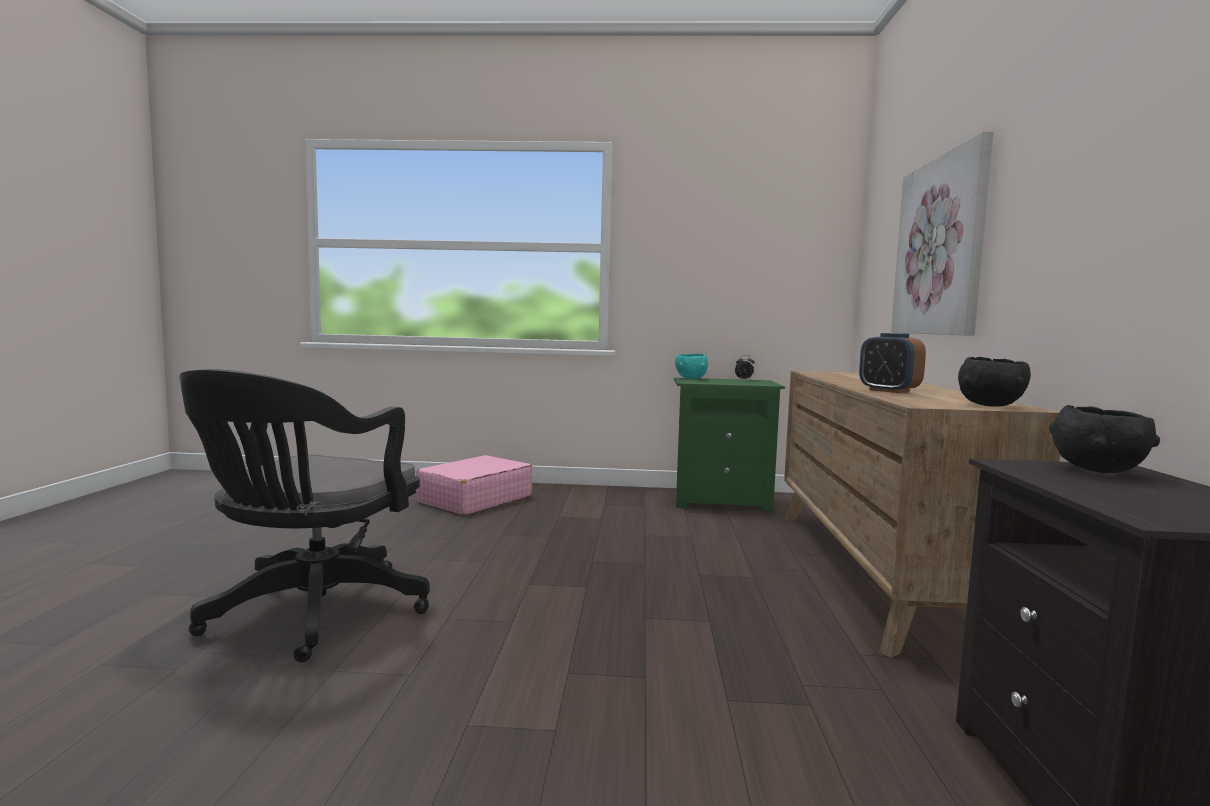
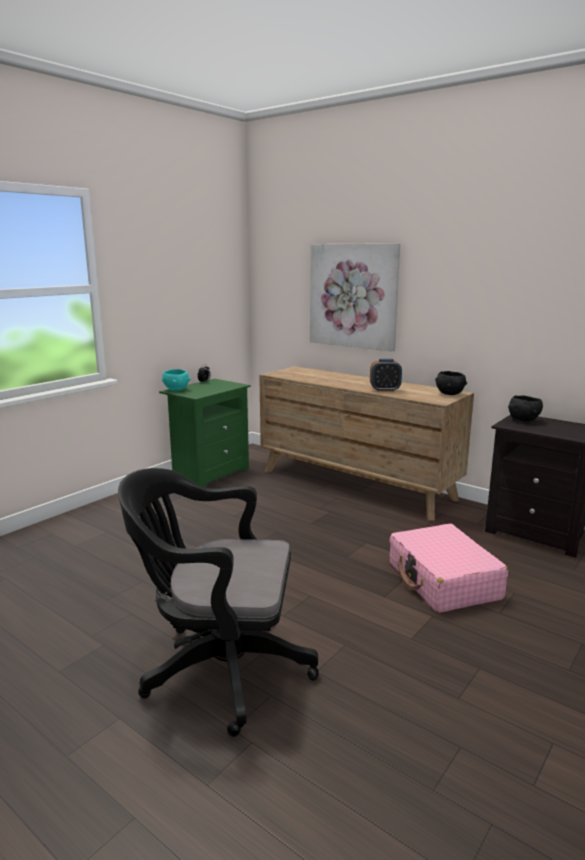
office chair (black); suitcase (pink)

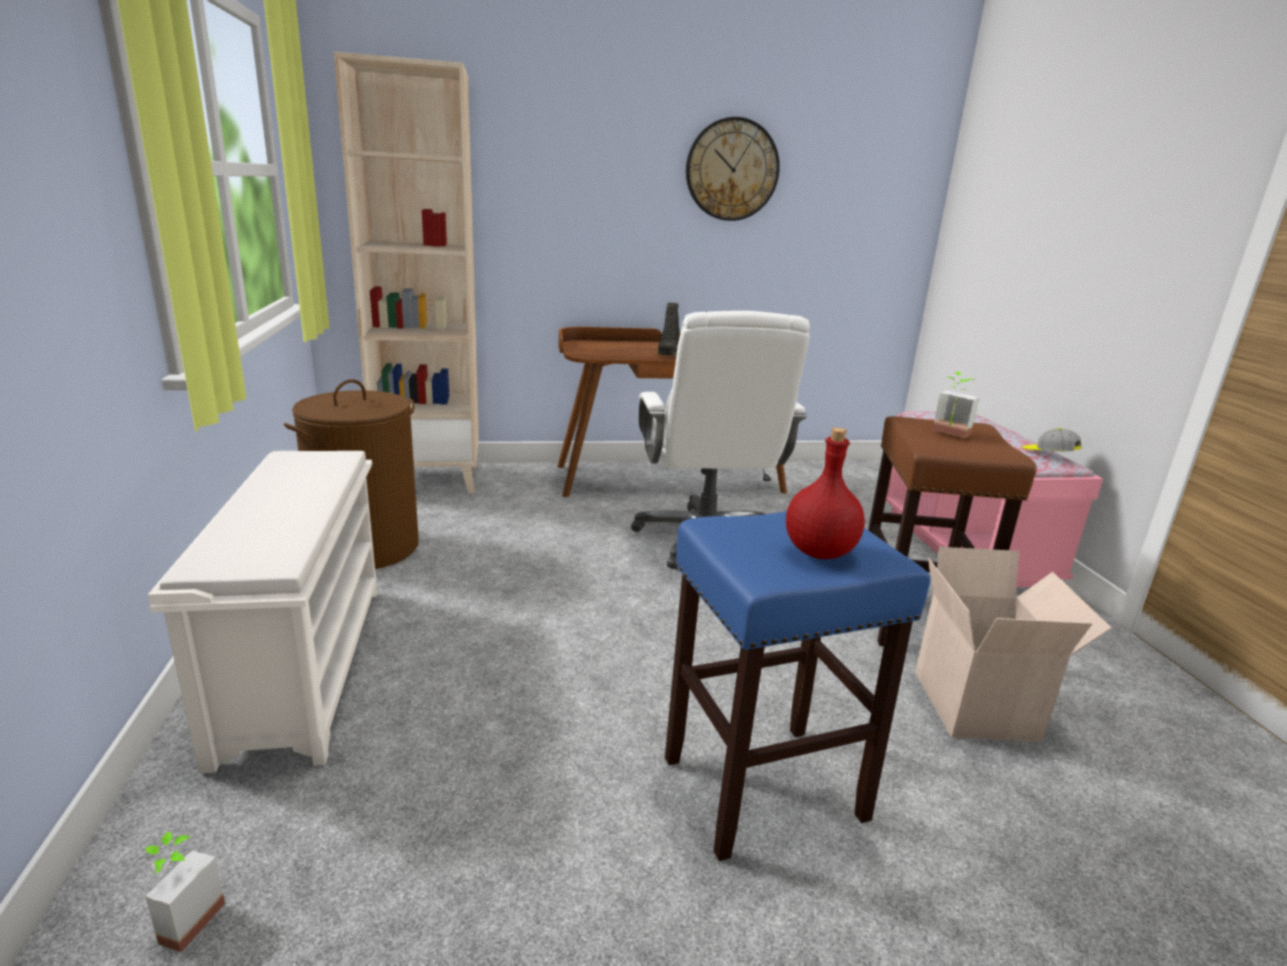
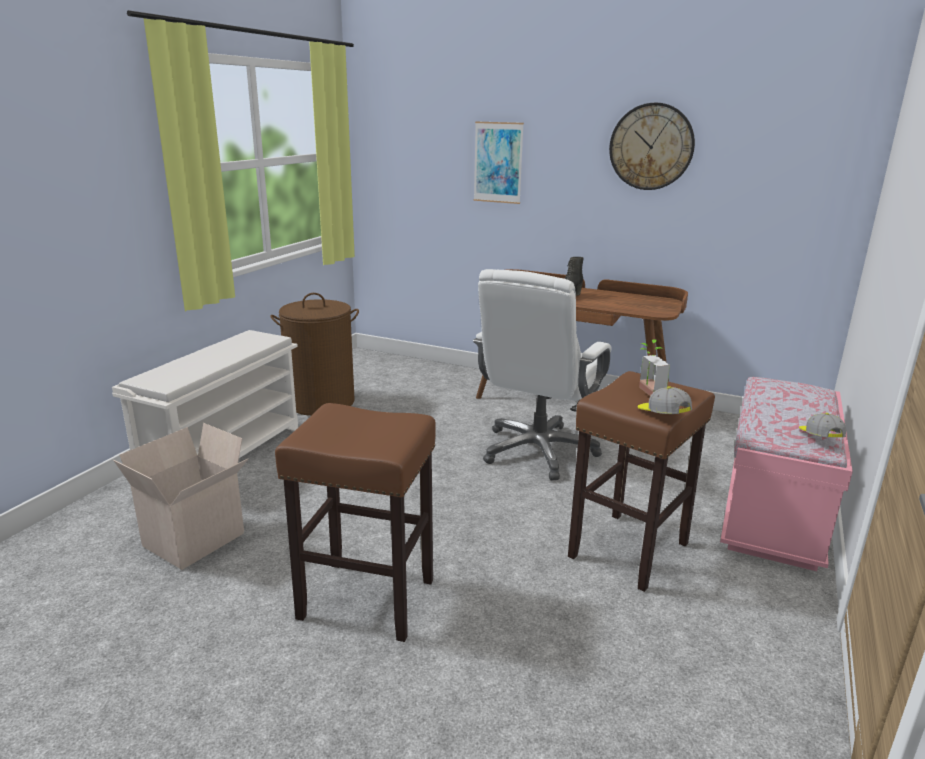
bookcase (beige); bottle (red); stool (brown) (1st from left); cardboard box; potted plant (1st from left in the first image); picture; cap (1st from left)

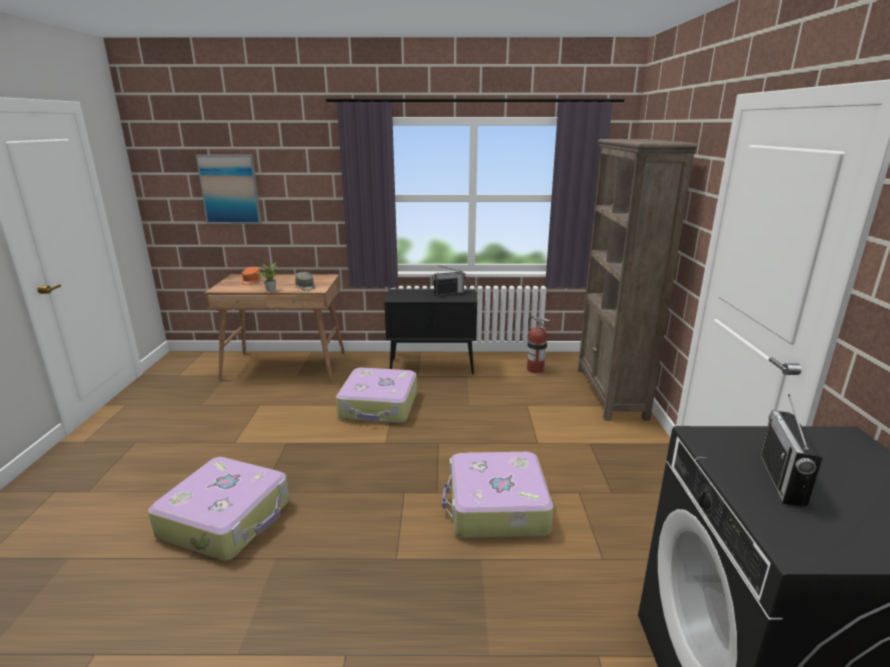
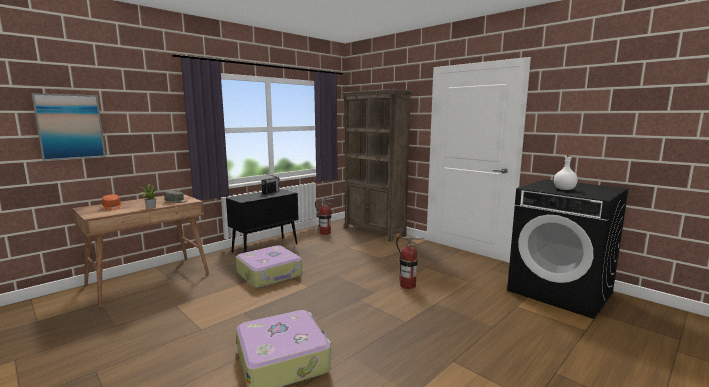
bottle (white); fire extinguisher (2nd from left)

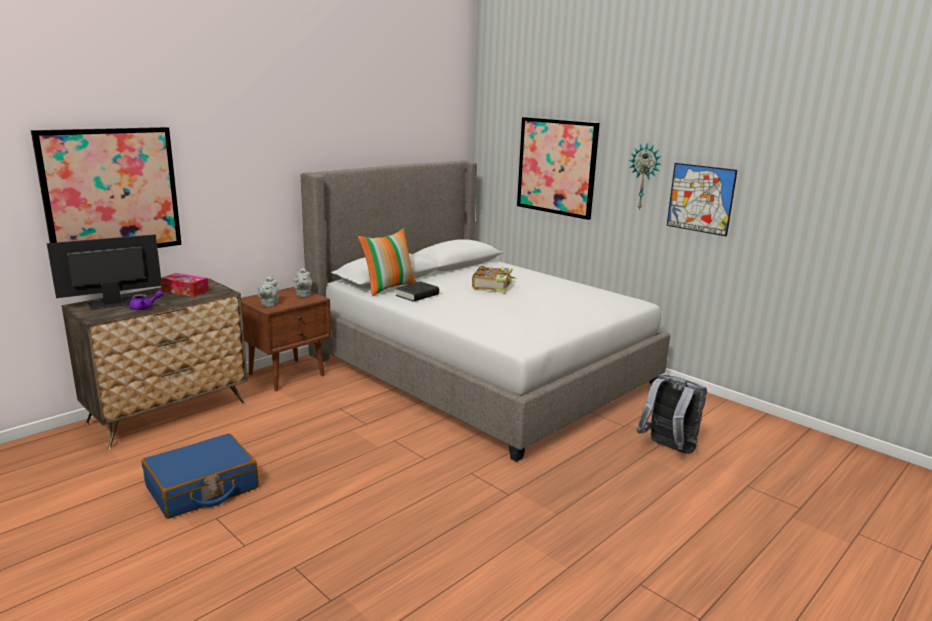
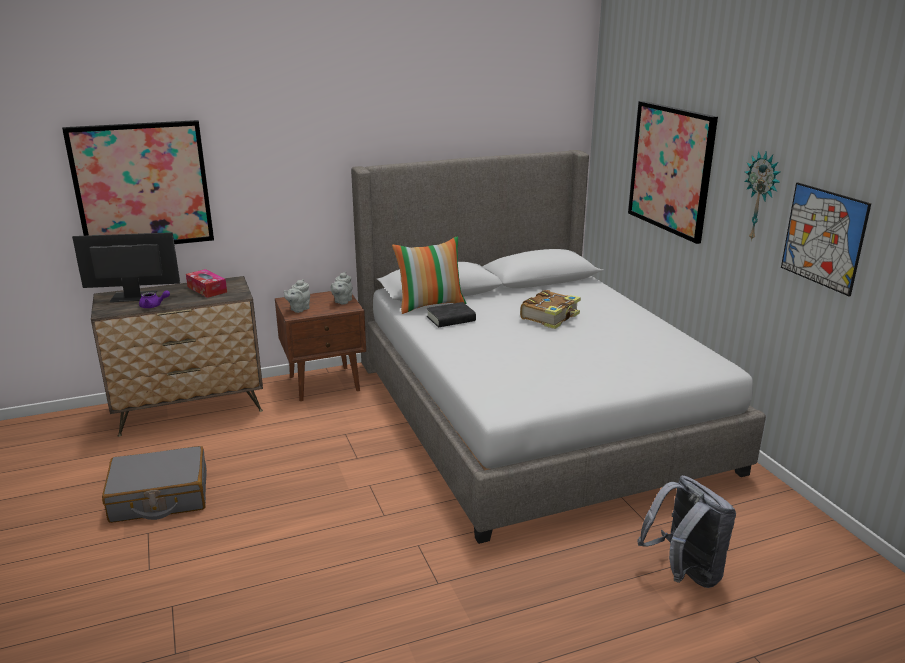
suitcase (grey)

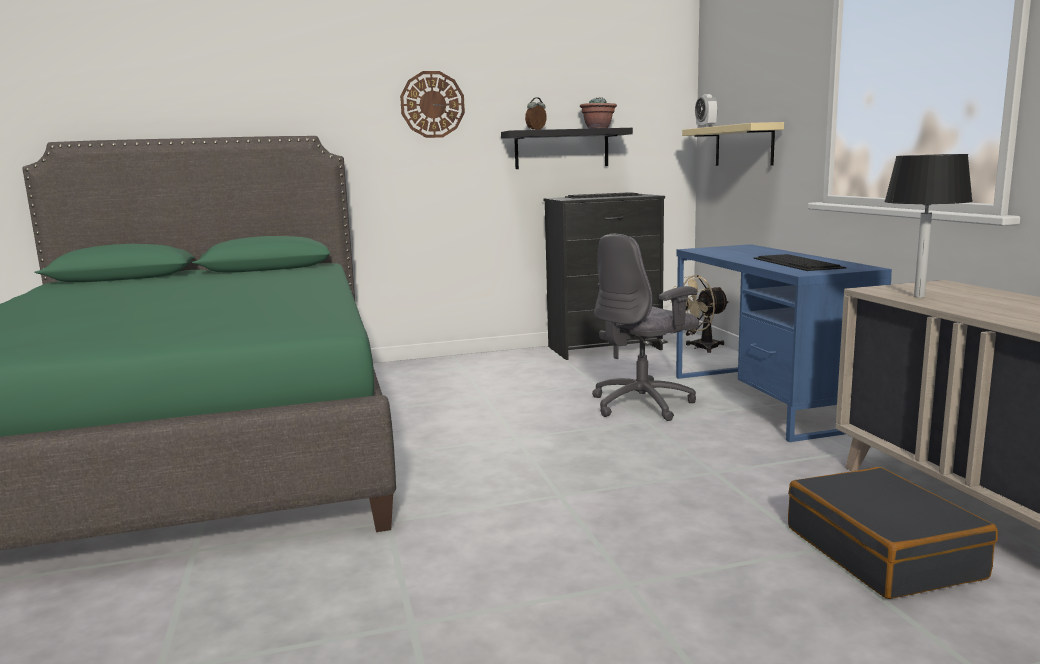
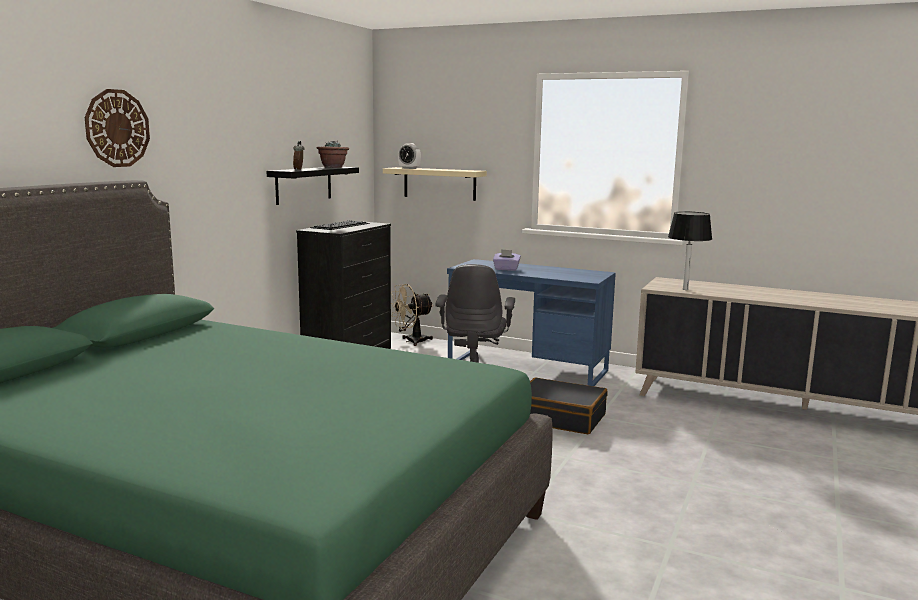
wall clock; keyboard (2nd from left in the first image); fan (beige); suitcase (black); tissue box (purple)

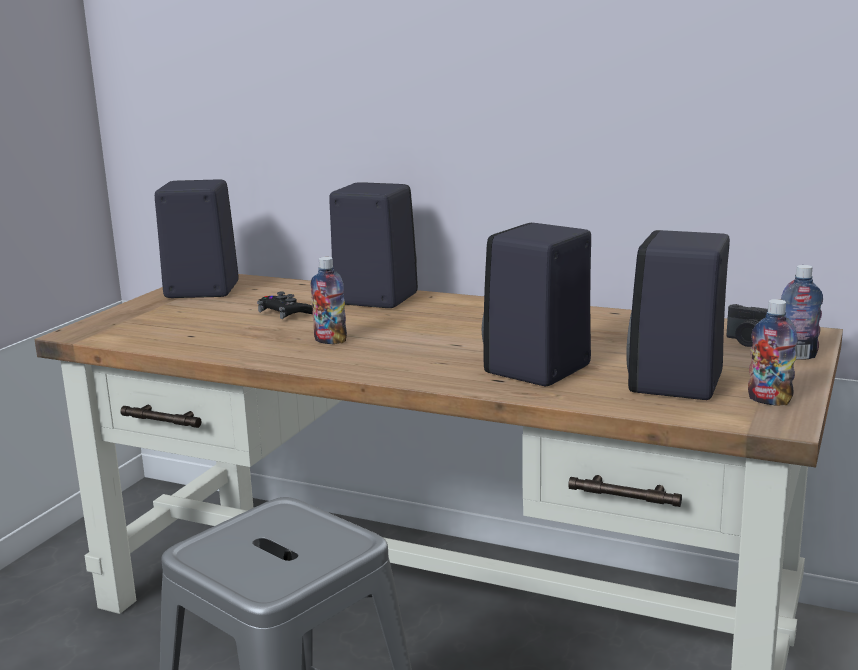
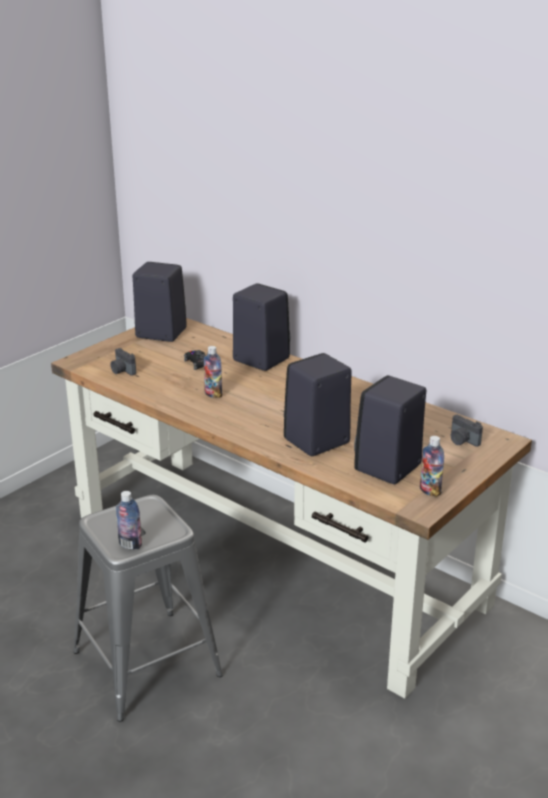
bottle (1st from left); photo camera (1st from left)

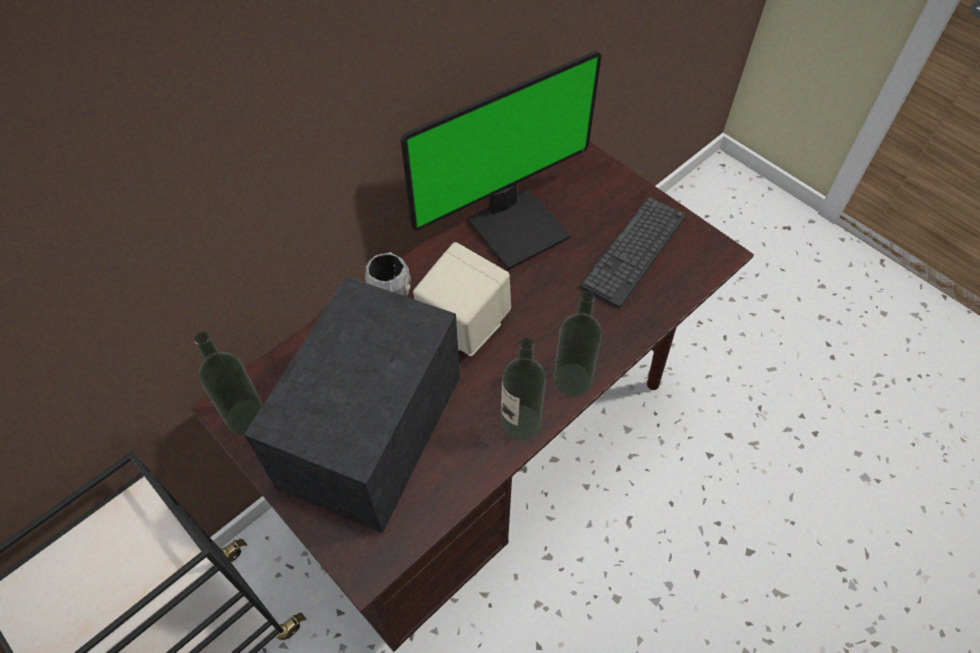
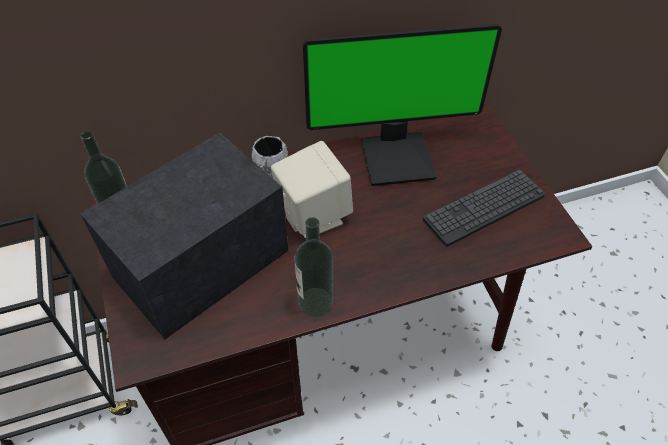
bottle (3rd from left in the first image)

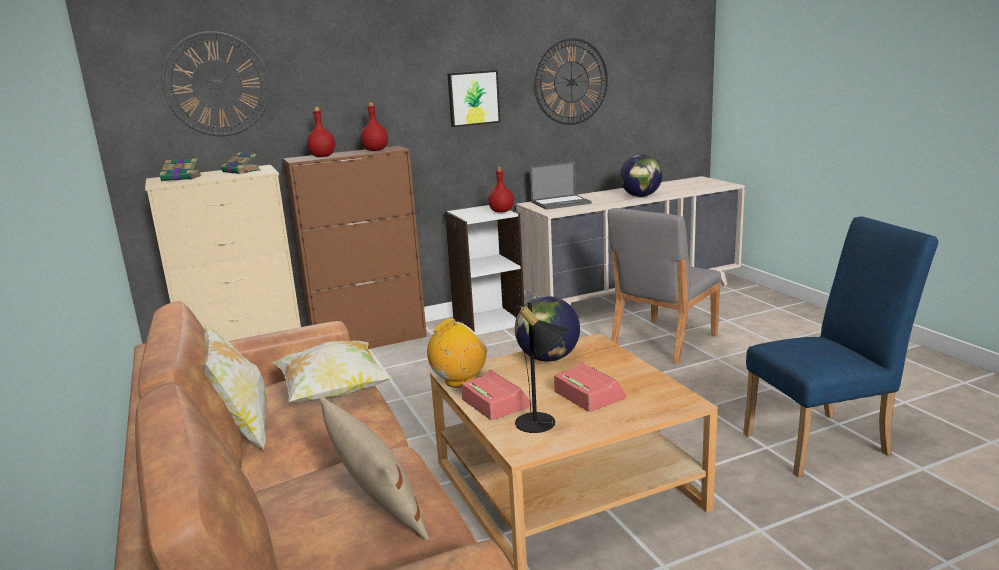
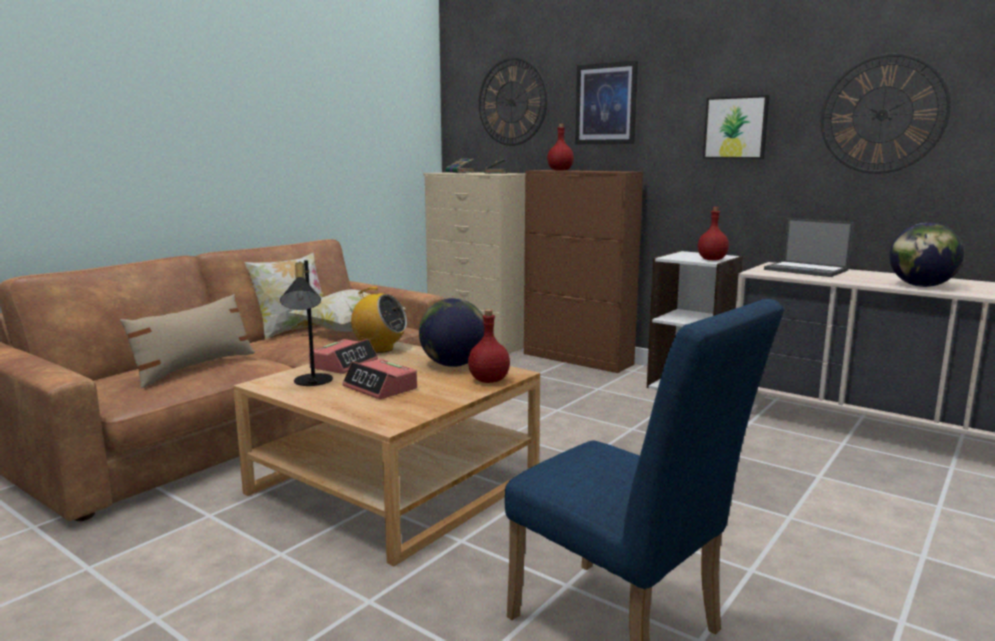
bottle (red) (1st from left); chair (grey); alarm clock (2nd from left); picture (1st from left)

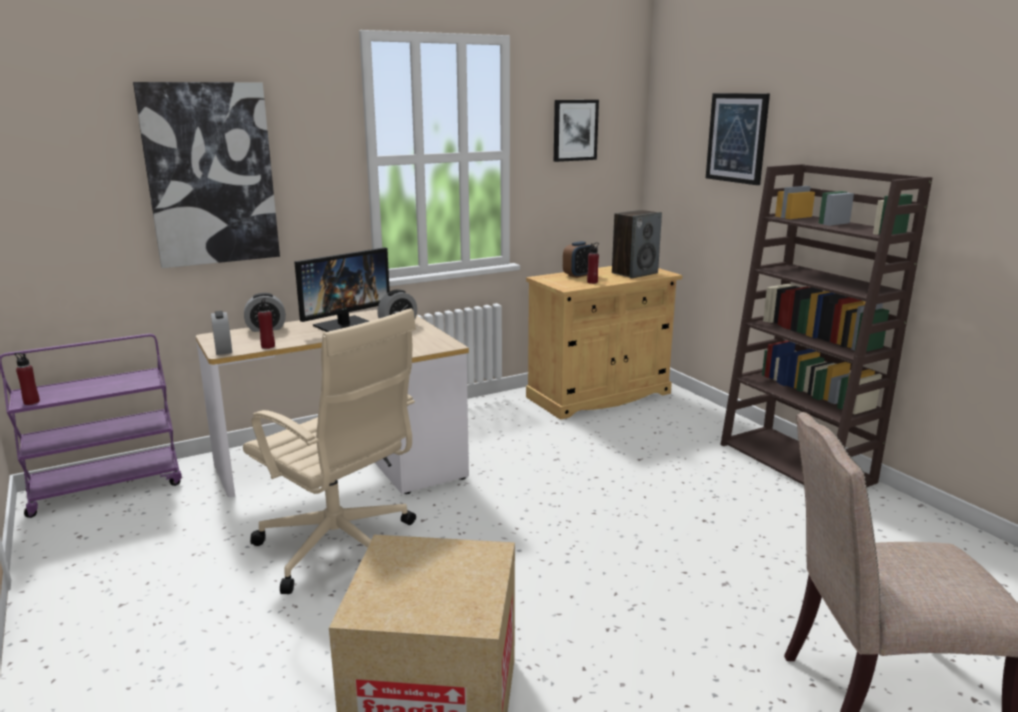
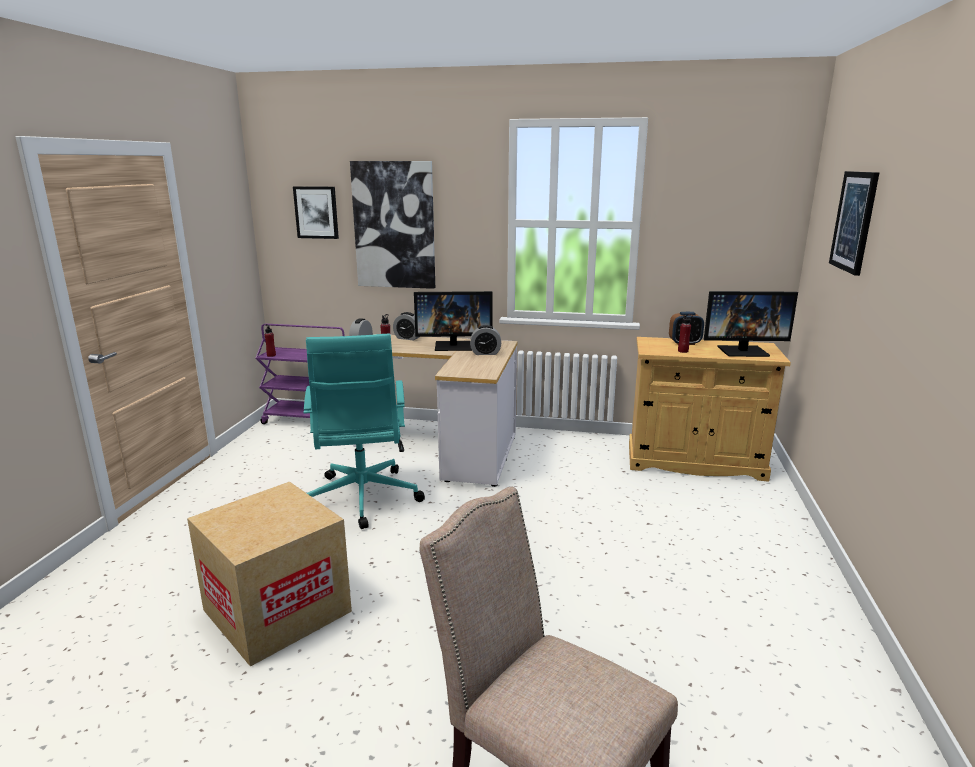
picture (1st from left); bookcase (brown); monitor (2nd from left); office chair (turquoise)

